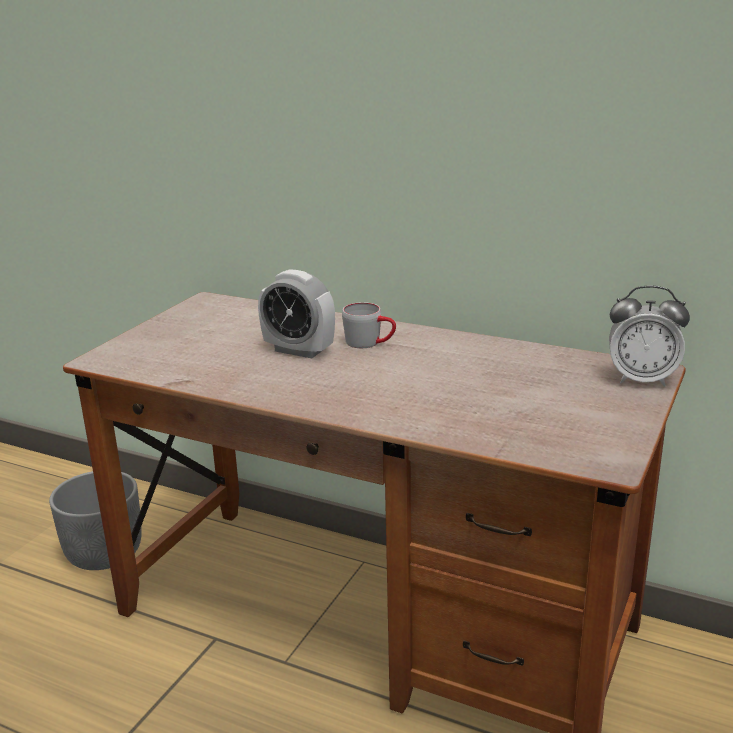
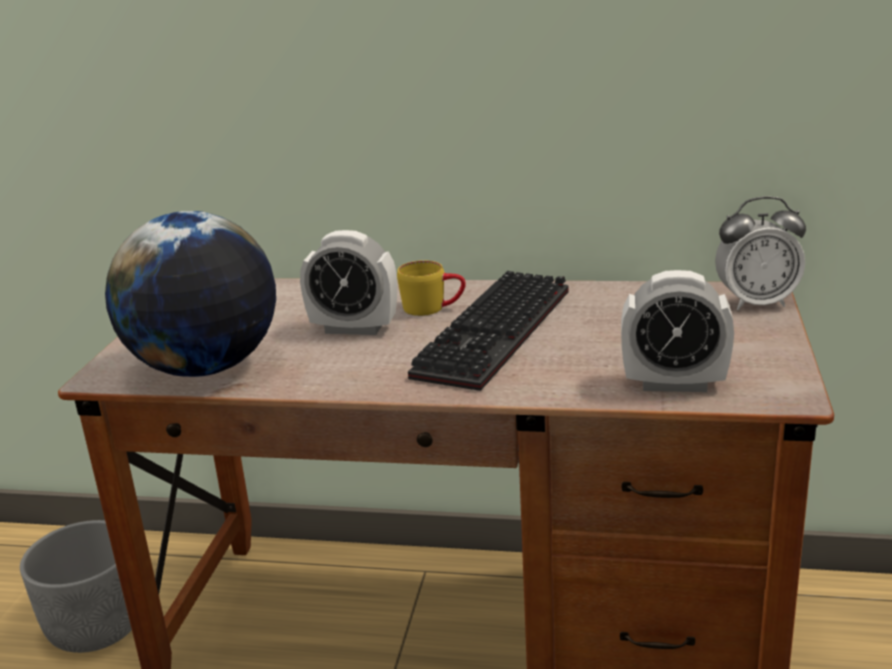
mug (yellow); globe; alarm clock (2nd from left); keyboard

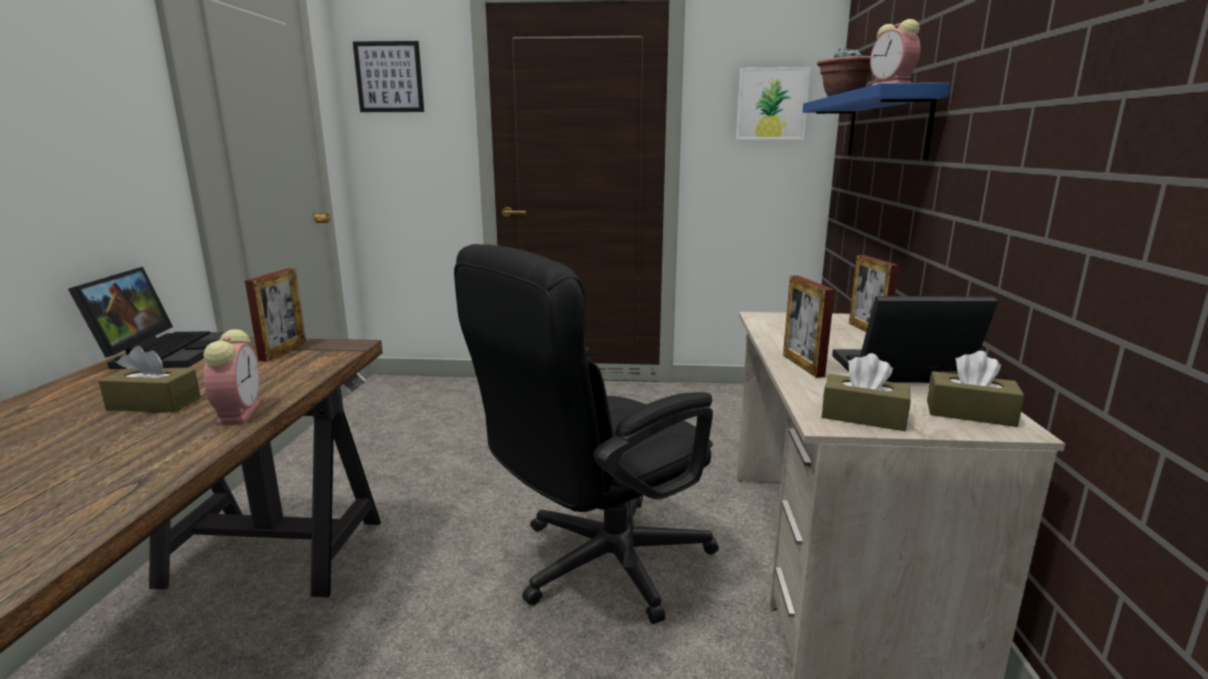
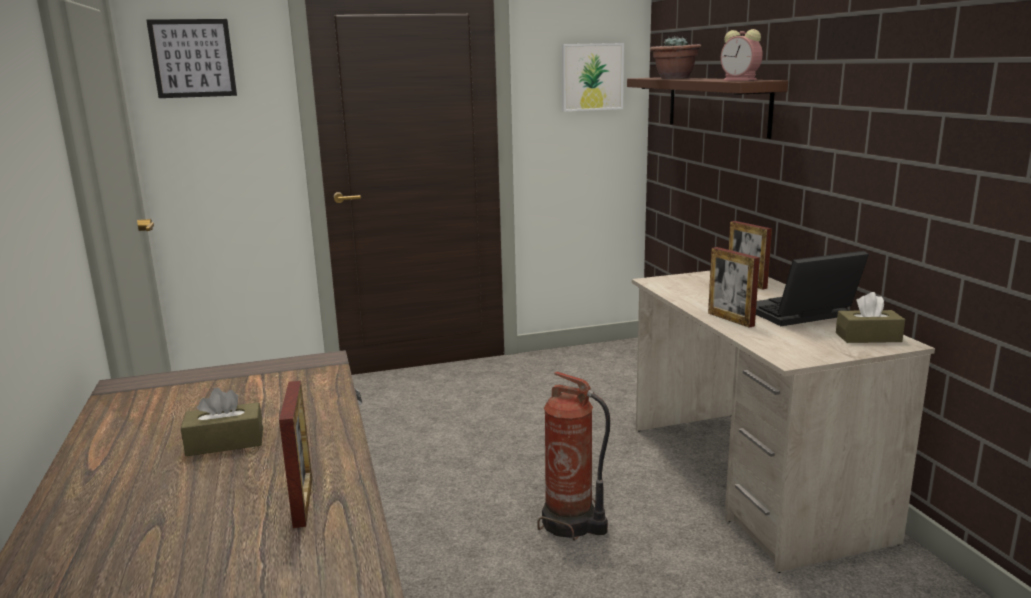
shelf (brown); fire extinguisher; laptop (1st from left in the first image); picture frame (1st from left); alarm clock (1st from left in the first image); tissue box (brown) (2nd from left in the first image)

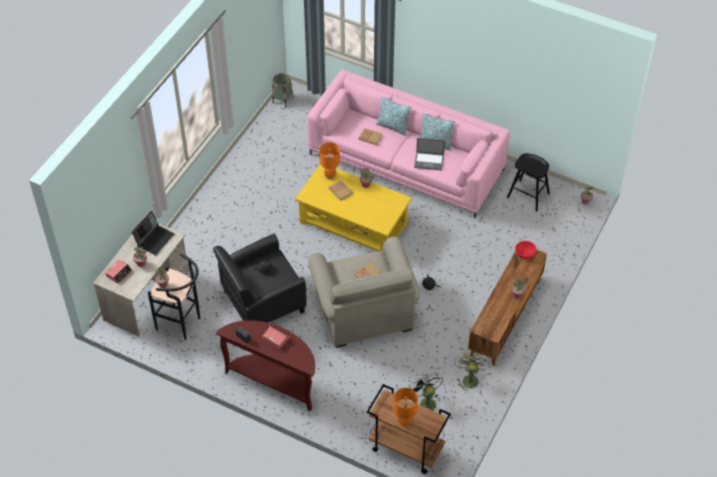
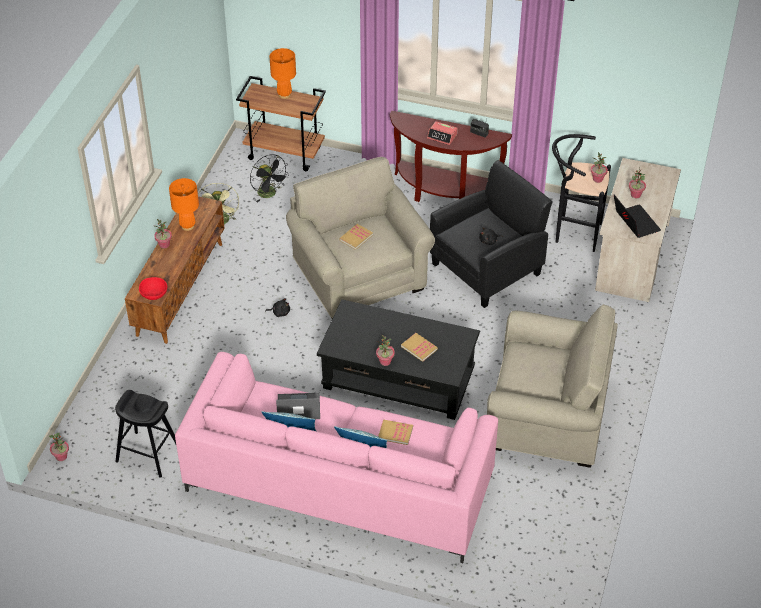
basket; table lamp (orange) (1st from left); coffee table (black); laptop (2nd from left); alarm clock (1st from left in the first image); armchair (beige) (2nd from left)

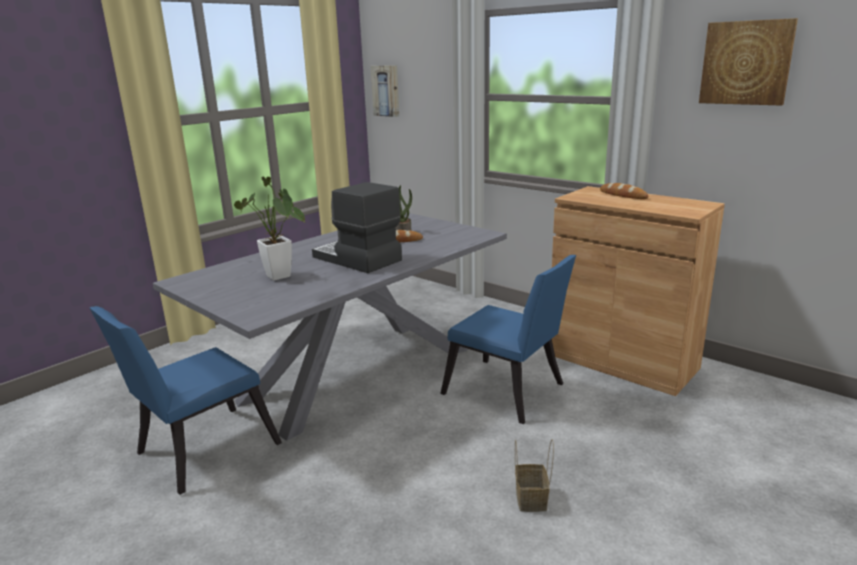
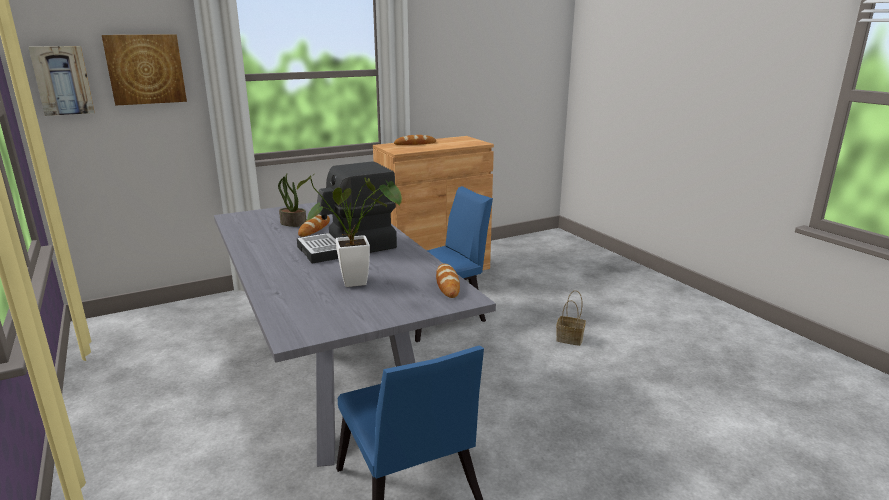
picture (2nd from left); bread (3rd from left)

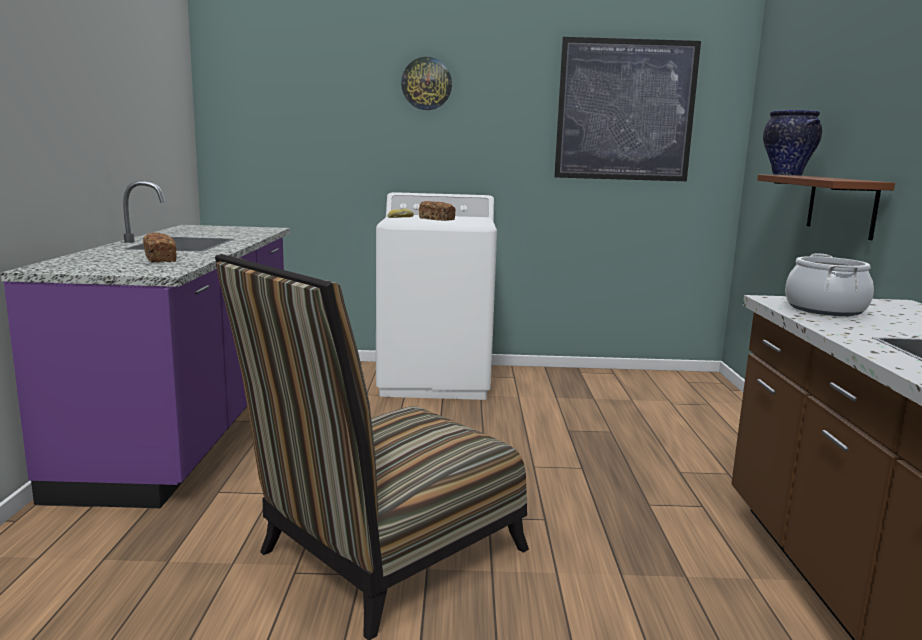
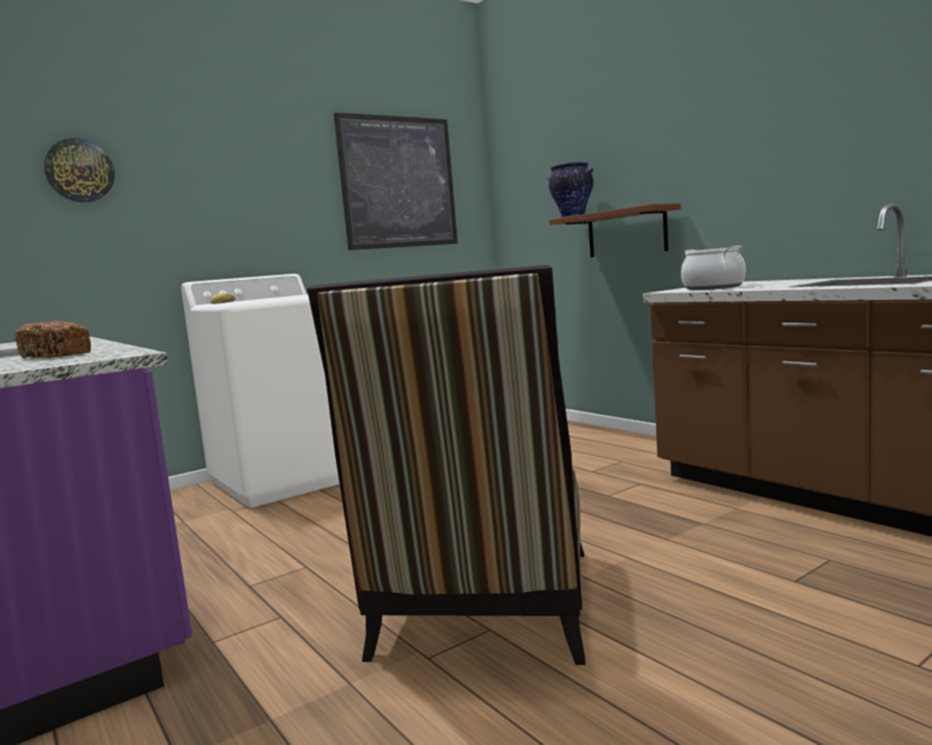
wall clock; bread (3rd from left in the first image)

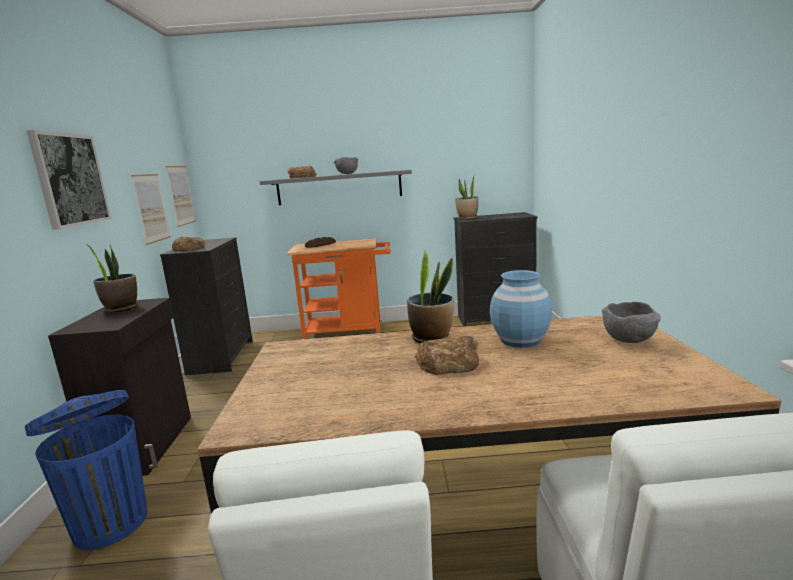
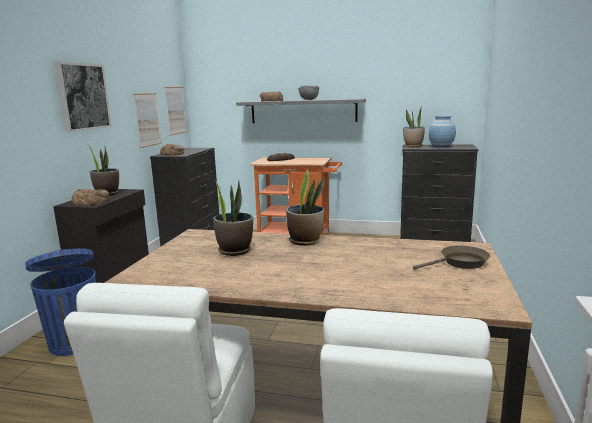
vase (blue); frying pan (brown); bread (1st from left); potted plant (2nd from left)

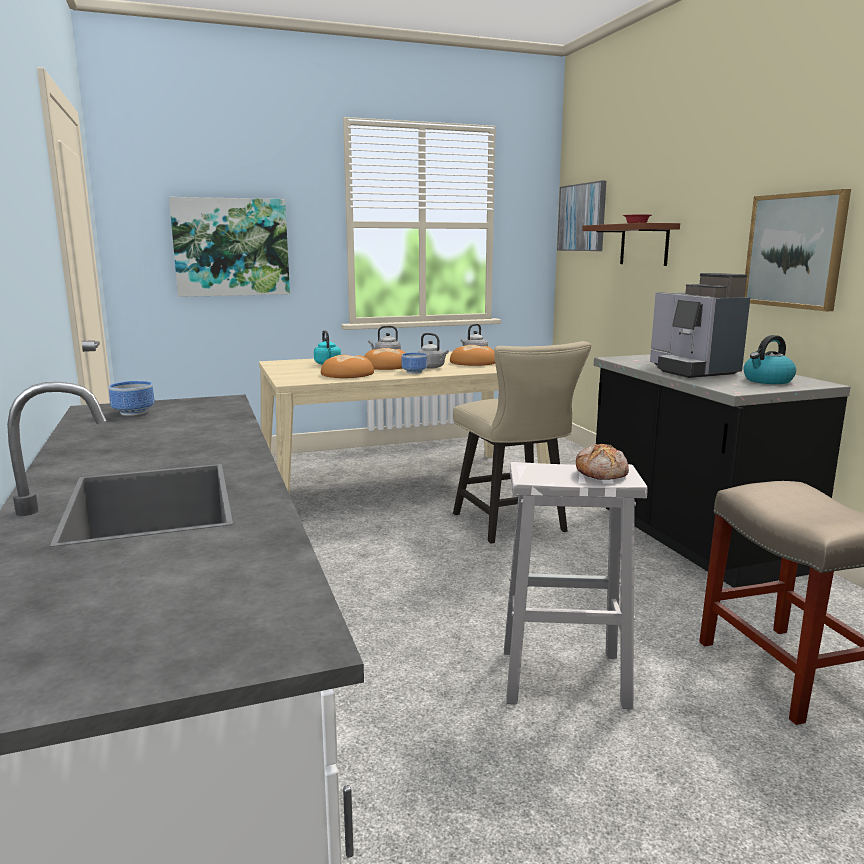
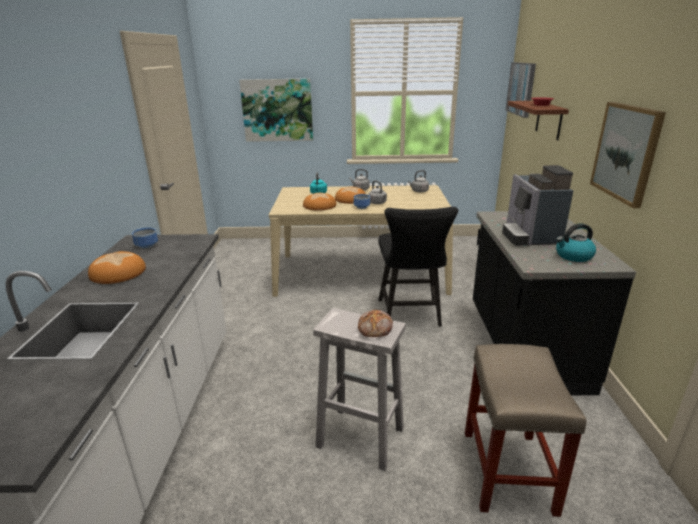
chair (black); bread (1st from left)

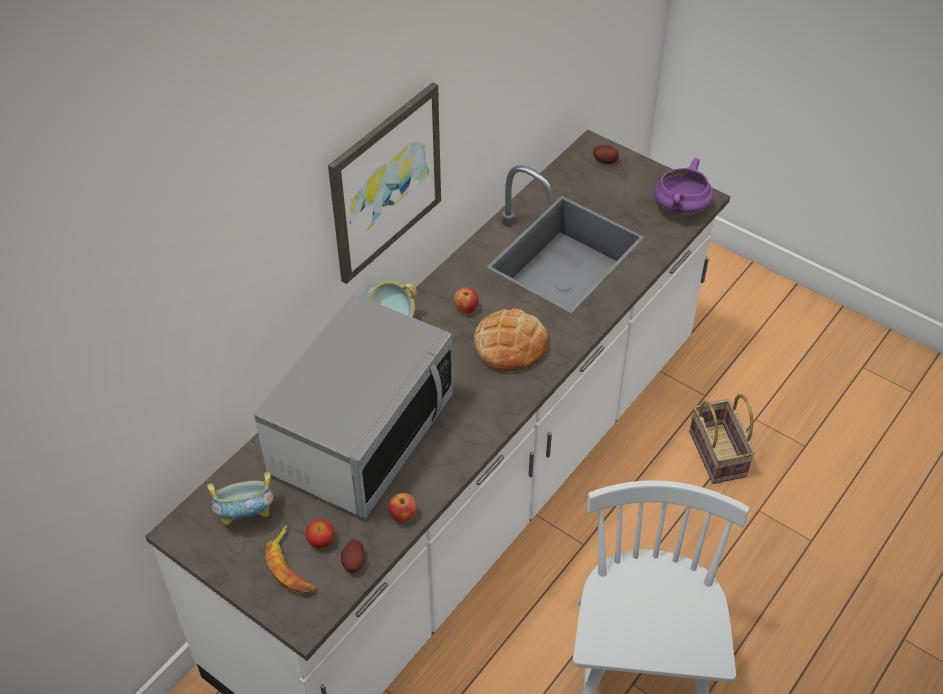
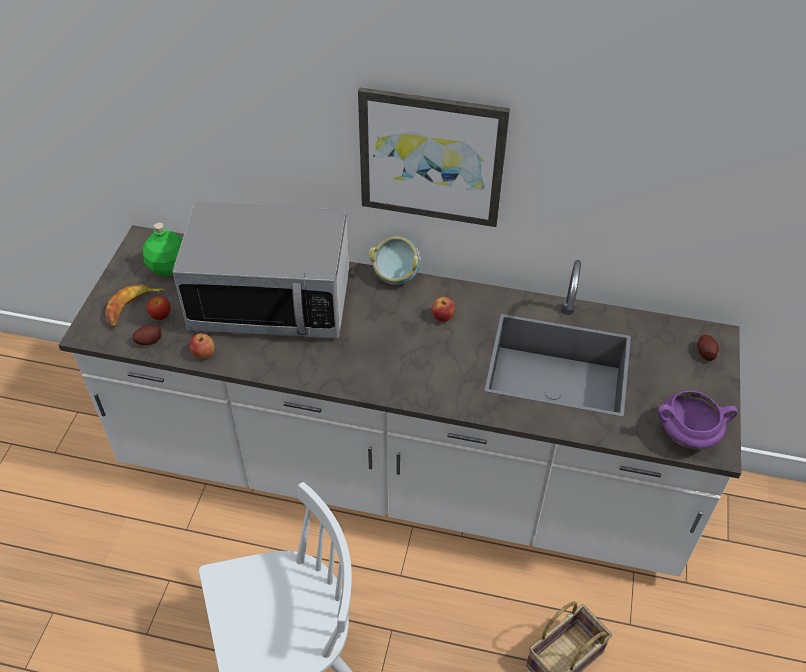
bread; bottle (green)

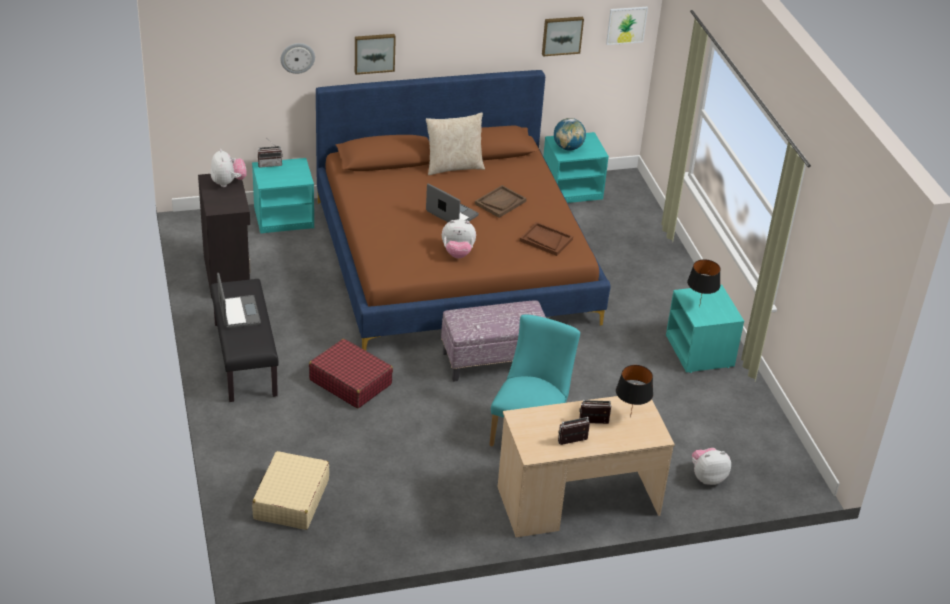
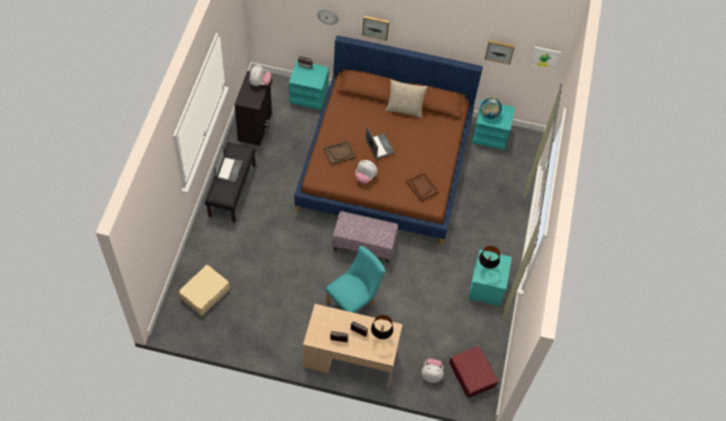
tray (brown) (1st from left); suitcase (red)

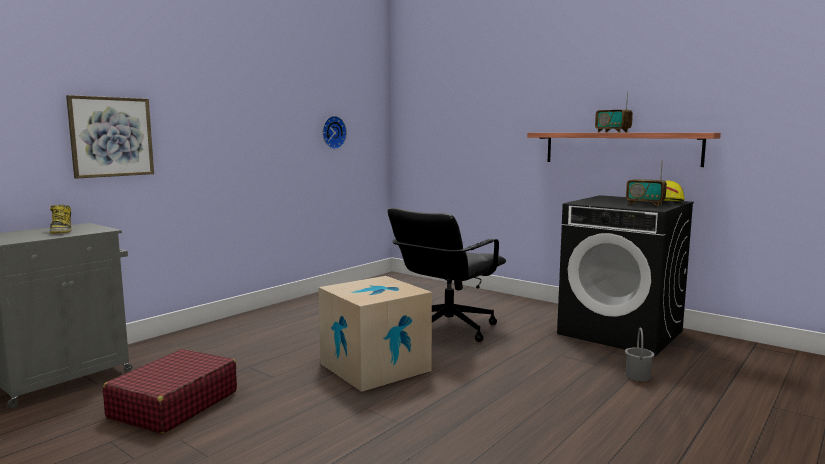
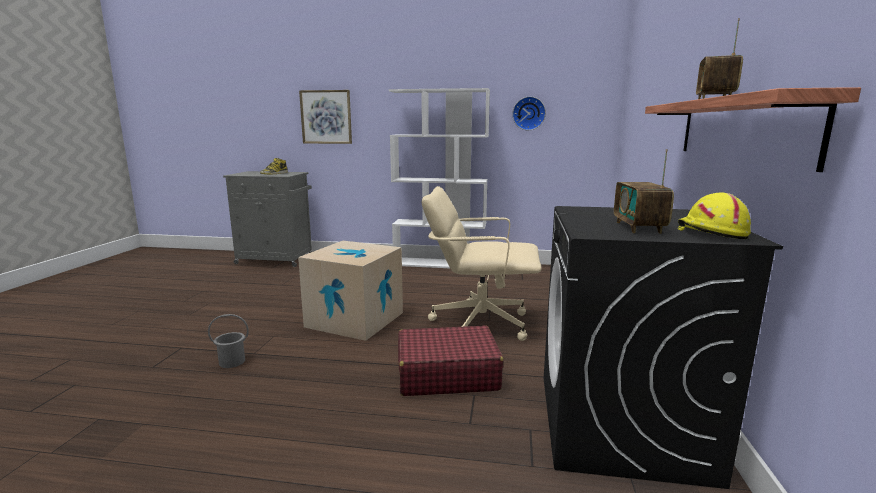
office chair (beige); bucket (grey); suitcase (red); bookcase (white)

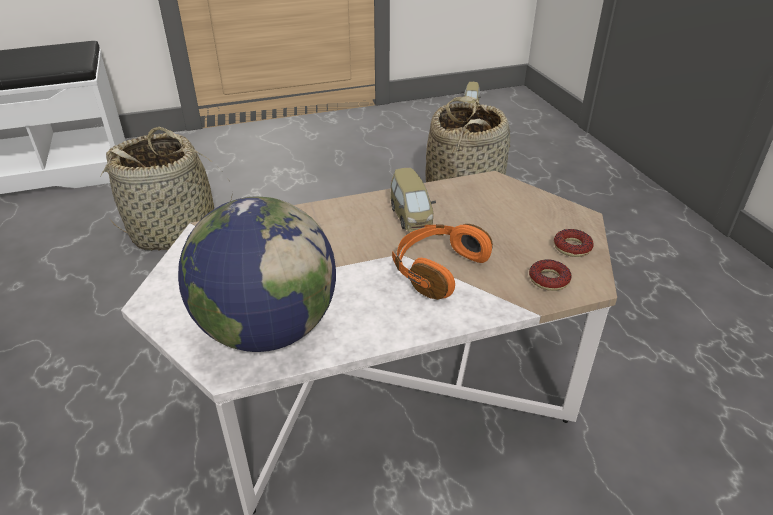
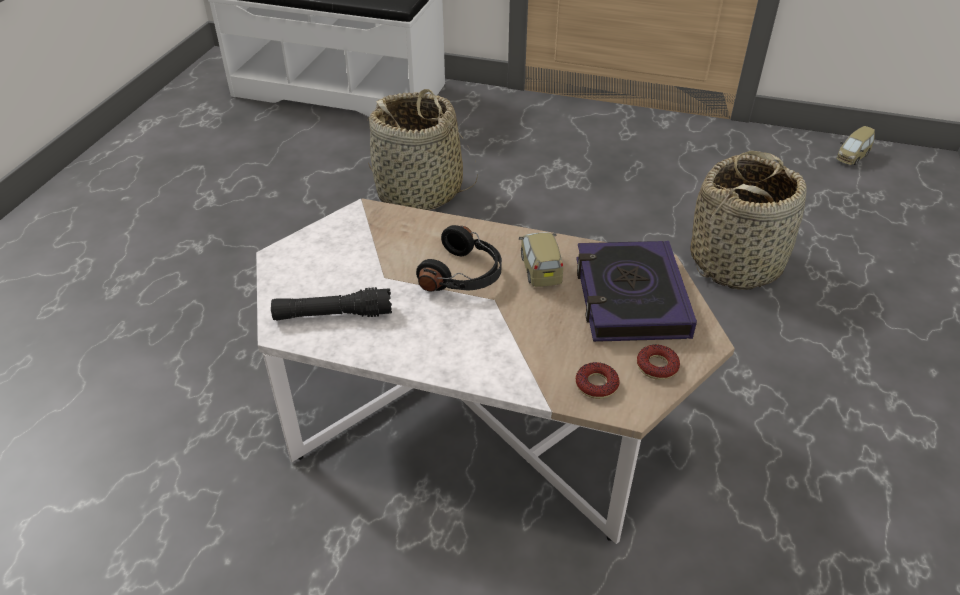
toy car (1st from left); flashlight (black); headphones (orange); headphones (black); book

